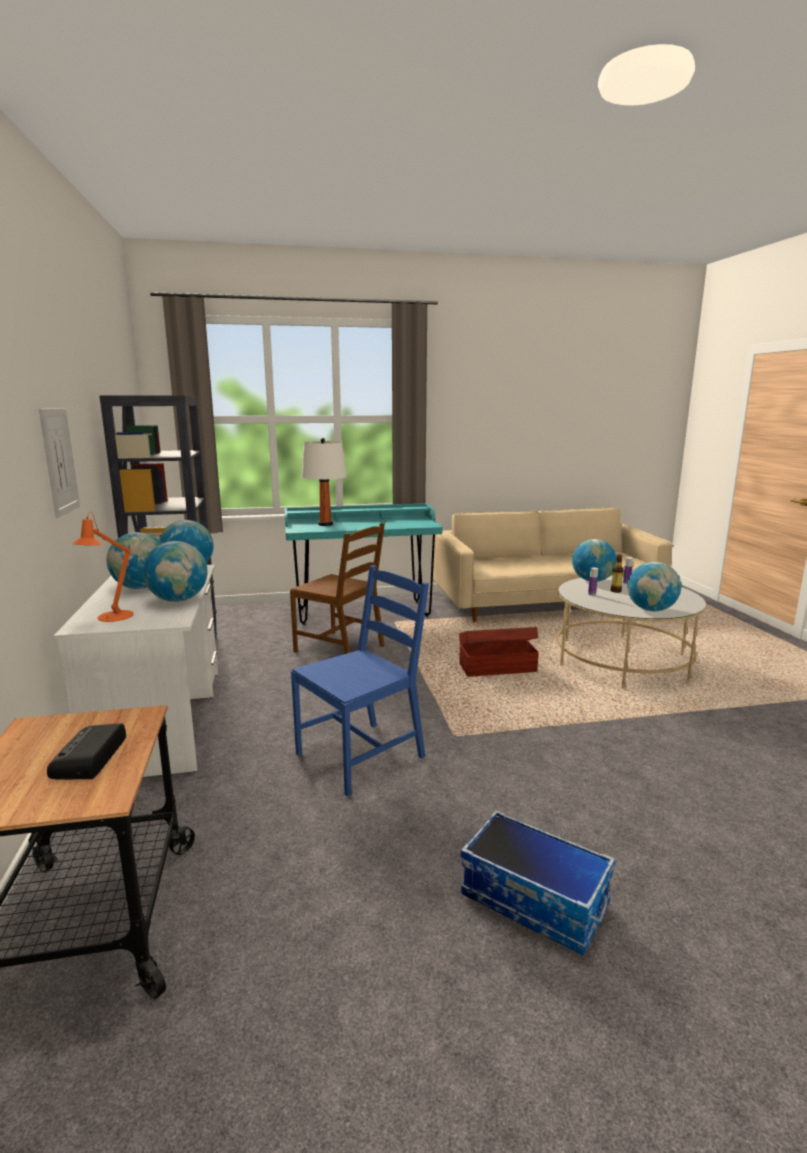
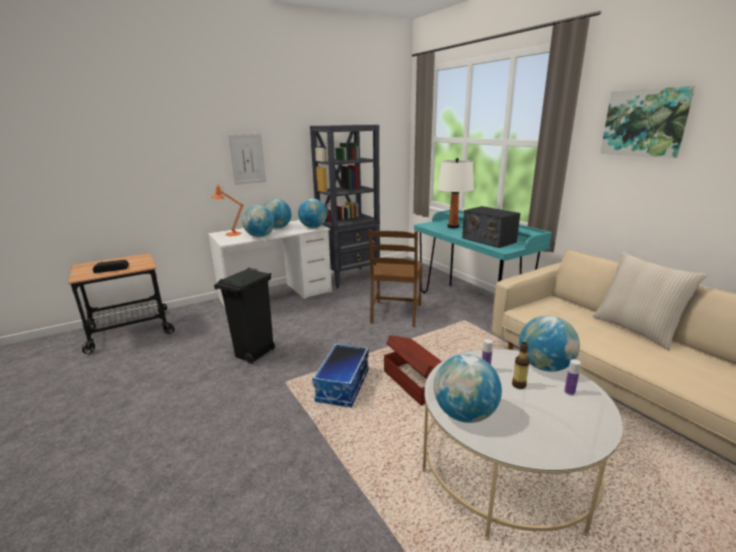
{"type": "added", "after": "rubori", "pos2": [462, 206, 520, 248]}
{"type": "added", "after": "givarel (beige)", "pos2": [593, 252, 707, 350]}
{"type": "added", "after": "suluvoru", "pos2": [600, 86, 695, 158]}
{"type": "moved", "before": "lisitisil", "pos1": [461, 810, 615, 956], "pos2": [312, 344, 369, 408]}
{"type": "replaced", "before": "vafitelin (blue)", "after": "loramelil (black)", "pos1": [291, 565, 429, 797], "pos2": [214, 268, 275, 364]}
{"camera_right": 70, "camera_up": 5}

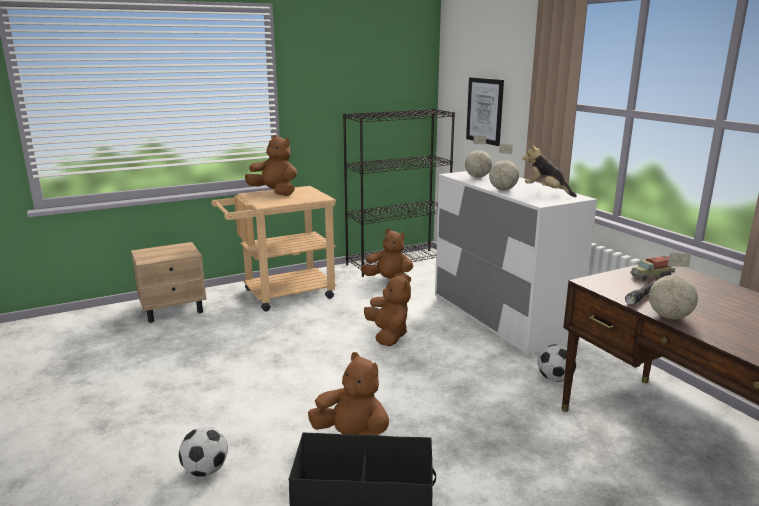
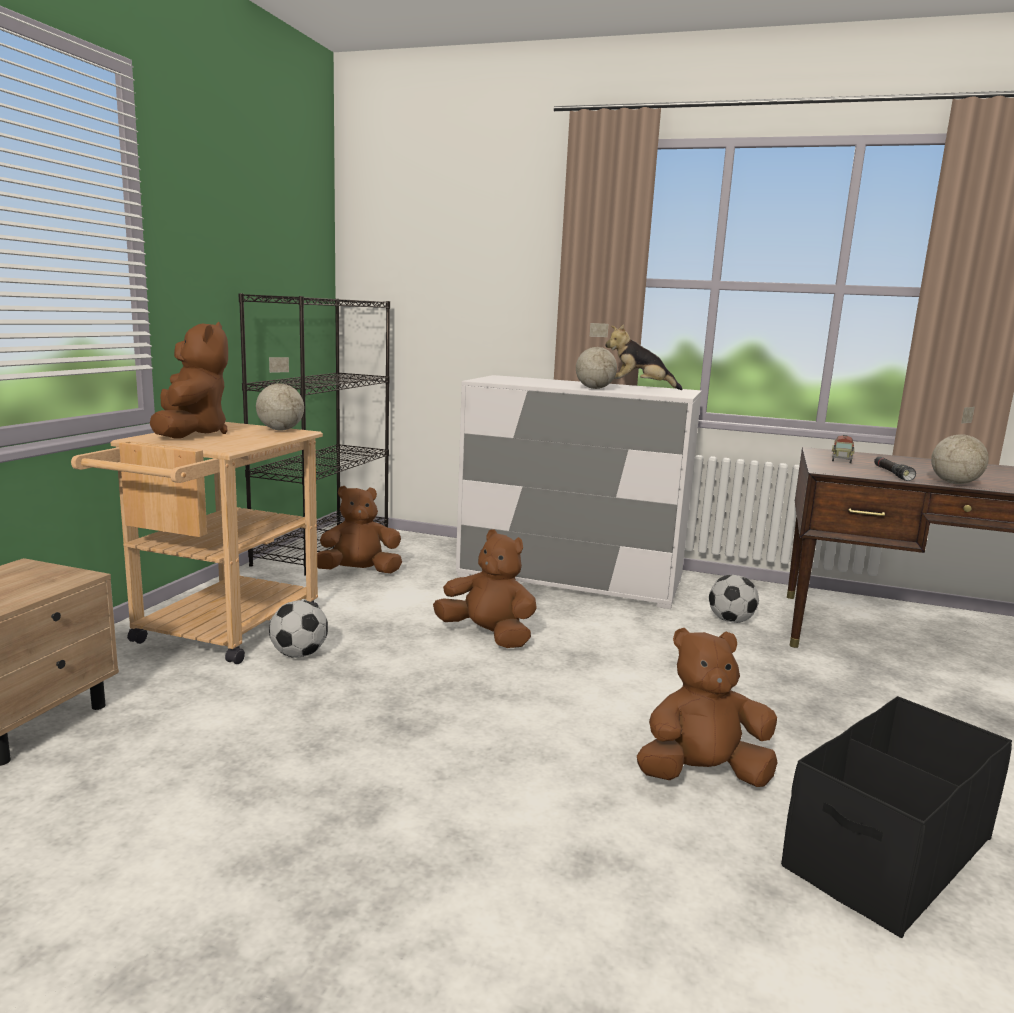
{"type": "removed", "before": "suluvoru", "pos1": [466, 77, 504, 146]}
{"type": "moved", "before": "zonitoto", "pos1": [179, 427, 228, 477], "pos2": [269, 600, 328, 658]}
{"type": "moved", "before": "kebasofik", "pos1": [465, 135, 492, 178], "pos2": [256, 357, 304, 430]}
{"type": "turned", "before": "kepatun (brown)", "pos1": [245, 135, 297, 196], "pos2": [150, 322, 228, 438], "turn": 90}
{"camera_right": -45, "camera_up": -5}

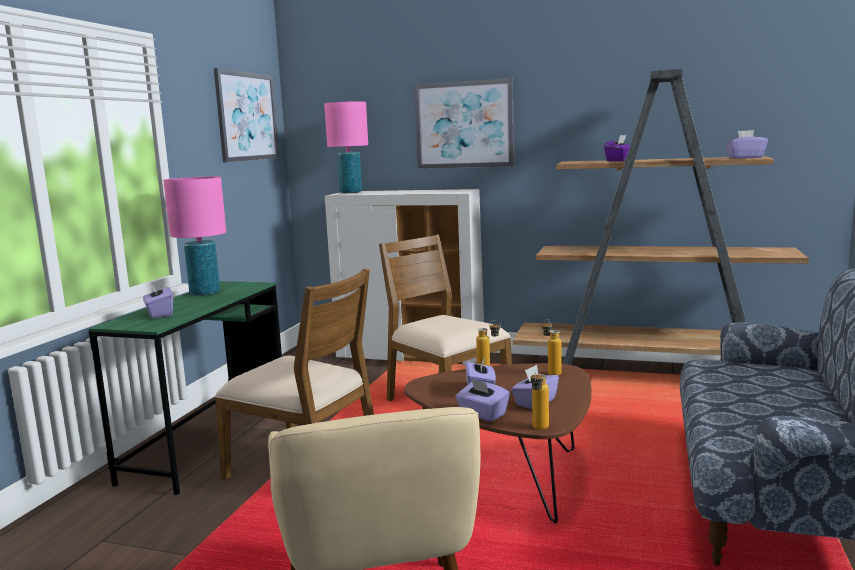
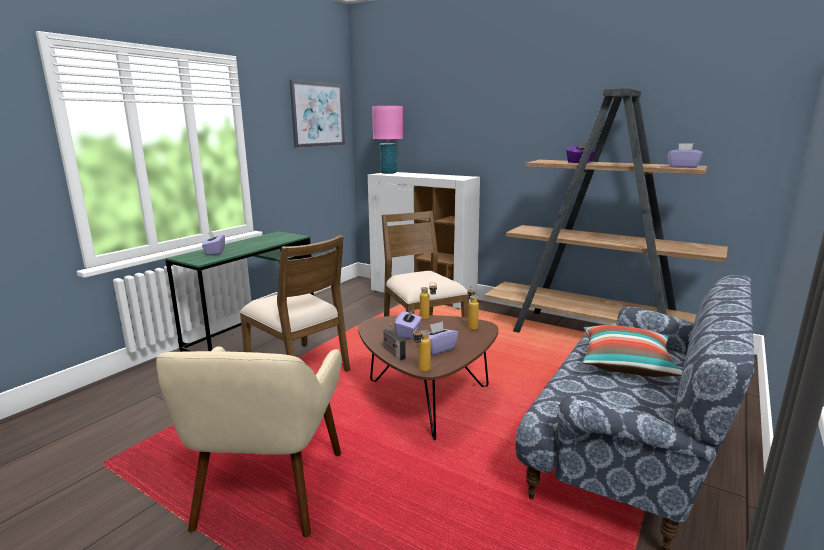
{"type": "removed", "before": "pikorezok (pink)", "pos1": [163, 176, 226, 296]}
{"type": "removed", "before": "suluvoru", "pos1": [414, 78, 514, 169]}
{"type": "added", "after": "givarel", "pos2": [583, 325, 682, 377]}
{"type": "replaced", "before": "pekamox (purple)", "after": "rubori", "pos1": [455, 378, 510, 422], "pos2": [383, 323, 406, 360]}
{"camera_right": 15, "camera_up": 5}

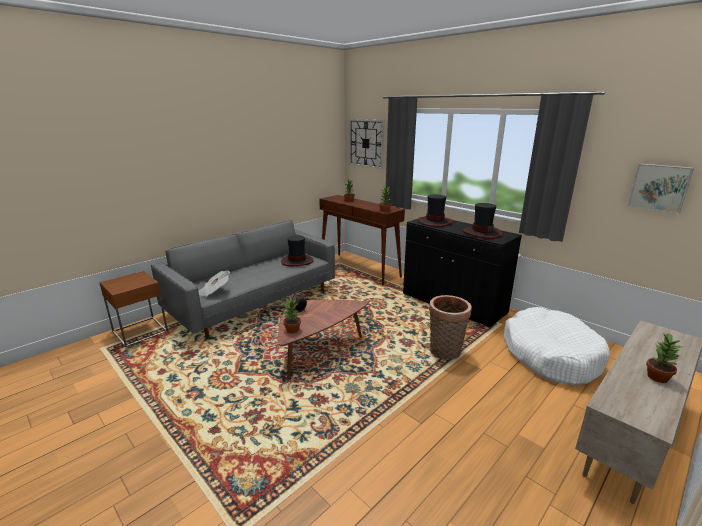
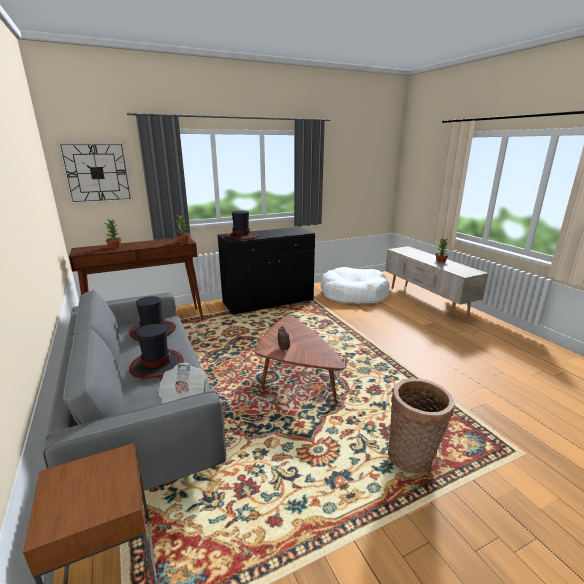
{"type": "removed", "before": "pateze", "pos1": [283, 298, 301, 333]}
{"type": "removed", "before": "suluvoru", "pos1": [627, 164, 694, 213]}
{"type": "moved", "before": "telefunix", "pos1": [429, 295, 472, 360], "pos2": [388, 378, 455, 474]}
{"type": "moved", "before": "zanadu", "pos1": [463, 203, 502, 239], "pos2": [129, 324, 184, 378]}
{"camera_right": -70, "camera_up": 0}

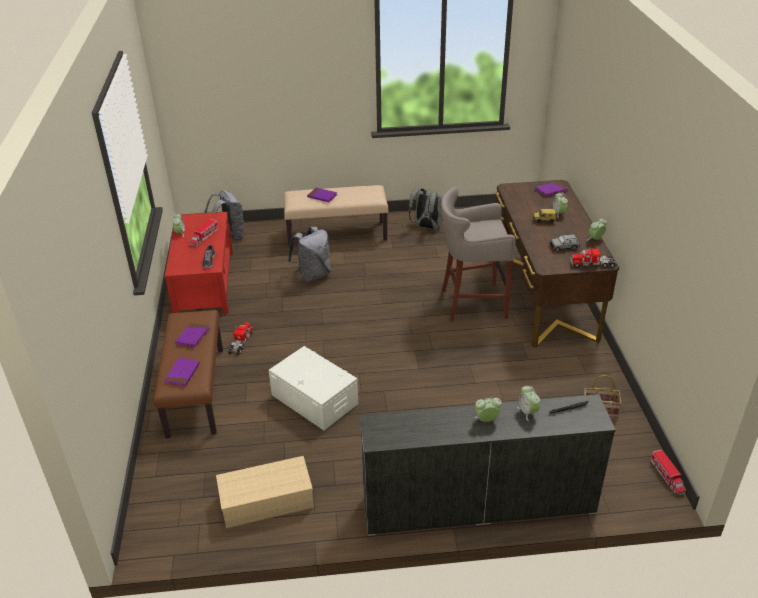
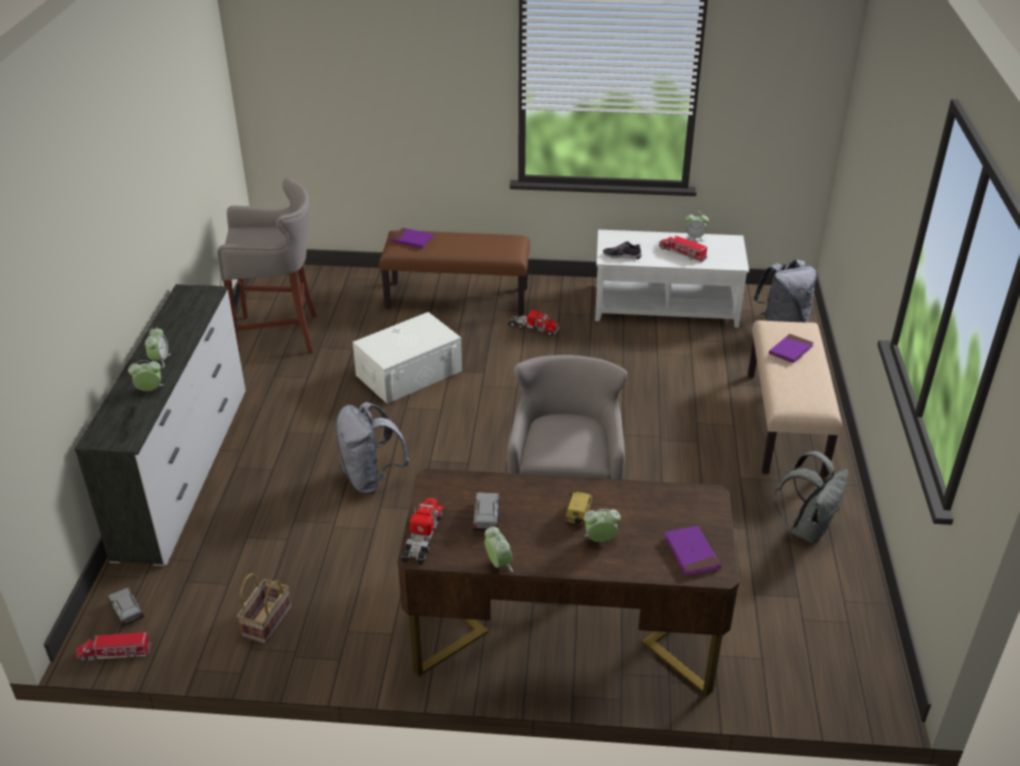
{"type": "removed", "before": "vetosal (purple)", "pos1": [175, 323, 210, 347]}
{"type": "added", "after": "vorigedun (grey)", "pos2": [108, 587, 144, 627]}
{"type": "moved", "before": "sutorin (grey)", "pos1": [288, 227, 331, 282], "pos2": [335, 402, 409, 494]}
{"type": "replaced", "before": "lisitisil (beige)", "after": "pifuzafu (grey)", "pos1": [216, 456, 314, 528], "pos2": [217, 178, 316, 359]}
{"type": "recoloured", "before": "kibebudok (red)", "after": "kibebudok (white)", "pos1": [165, 212, 233, 314], "pos2": [595, 230, 749, 328]}
{"camera_right": 100, "camera_up": 0}

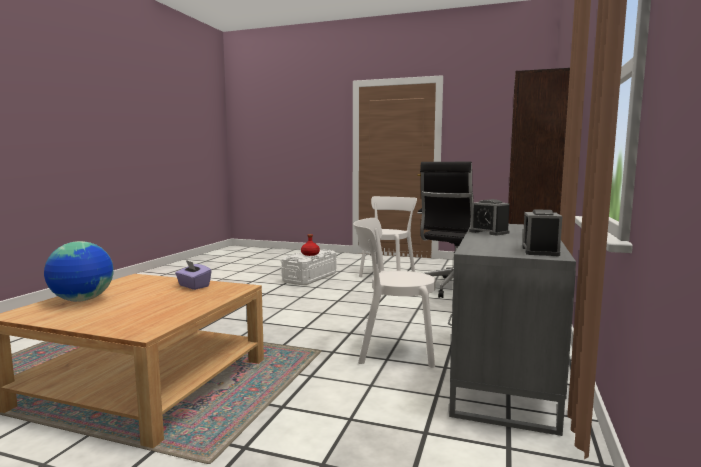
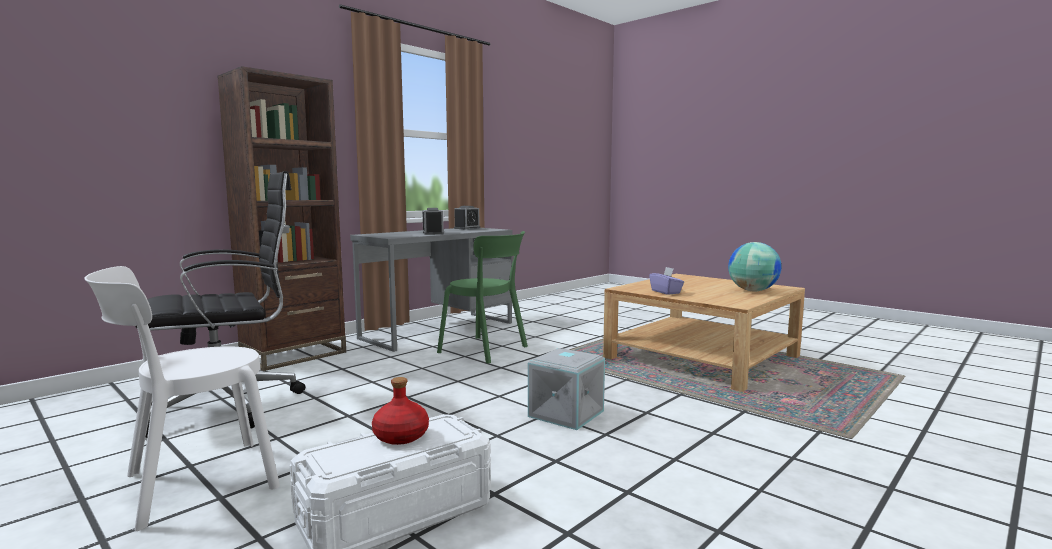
{"type": "added", "after": "lisitisil (grey)", "pos2": [528, 348, 605, 430]}
{"type": "recoloured", "before": "vafitelin (white)", "after": "vafitelin (green)", "pos1": [353, 218, 436, 368], "pos2": [437, 231, 528, 363]}
{"camera_right": -155, "camera_up": 0}

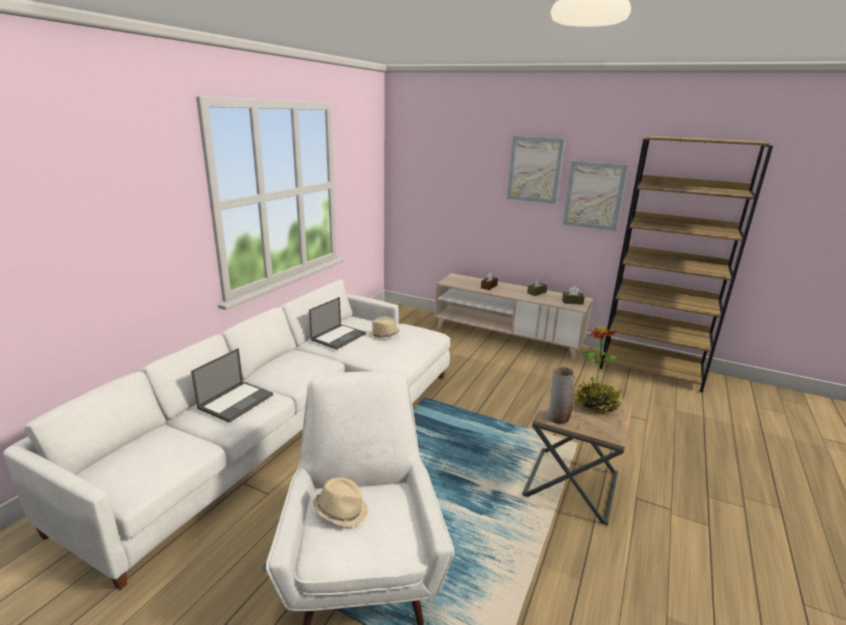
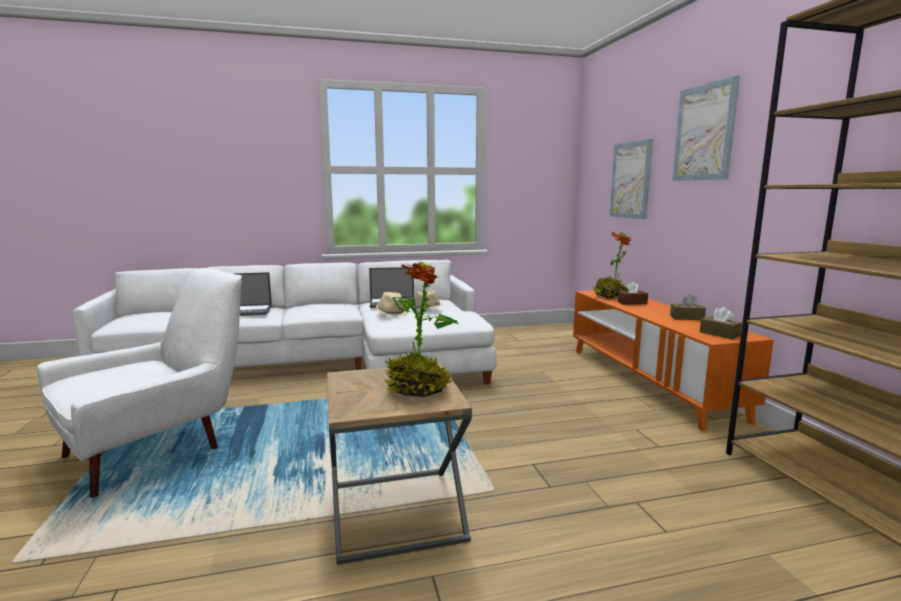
{"type": "removed", "before": "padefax", "pos1": [547, 366, 575, 424]}
{"type": "added", "after": "pateze", "pos2": [593, 231, 632, 298]}
{"type": "moved", "before": "zanadu (beige)", "pos1": [313, 478, 368, 527], "pos2": [376, 292, 408, 316]}
{"type": "moved", "before": "suluvoru", "pos1": [563, 161, 628, 231], "pos2": [610, 139, 653, 219]}
{"type": "recoloured", "before": "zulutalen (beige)", "after": "zulutalen (orange)", "pos1": [434, 273, 593, 360], "pos2": [573, 290, 774, 431]}
{"camera_right": 50, "camera_up": -10}

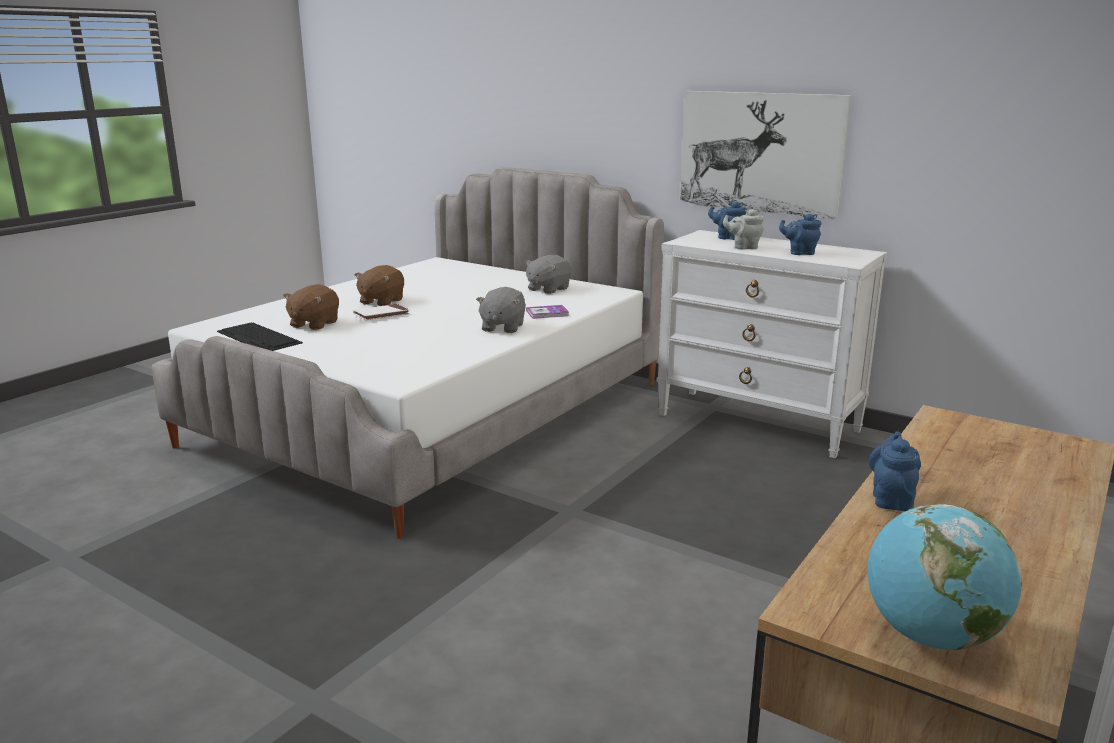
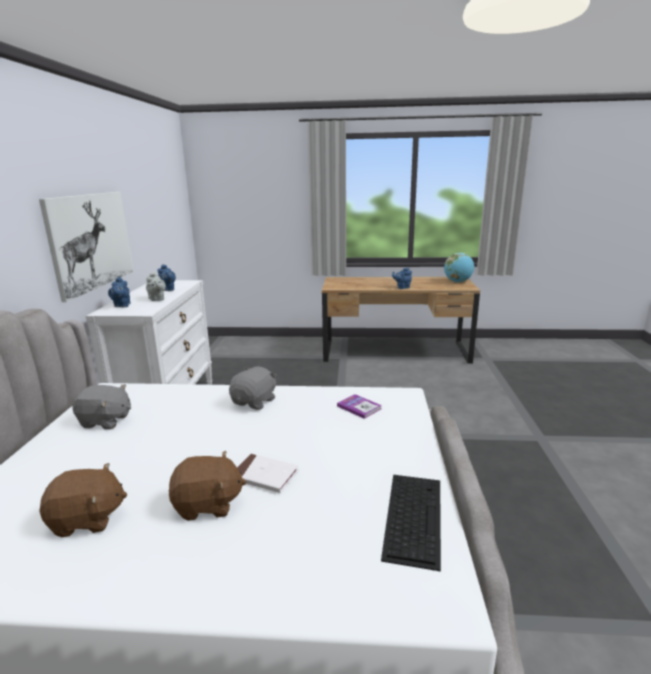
{"type": "moved", "before": "kepatun (brown)", "pos1": [283, 284, 339, 330], "pos2": [39, 463, 127, 537]}
{"type": "moved", "before": "vetosal", "pos1": [526, 305, 569, 319], "pos2": [337, 394, 382, 419]}
{"type": "turned", "before": "kepatun (grey)", "pos1": [476, 287, 526, 333], "pos2": [229, 366, 277, 410], "turn": -45}
{"camera_right": -120, "camera_up": 0}

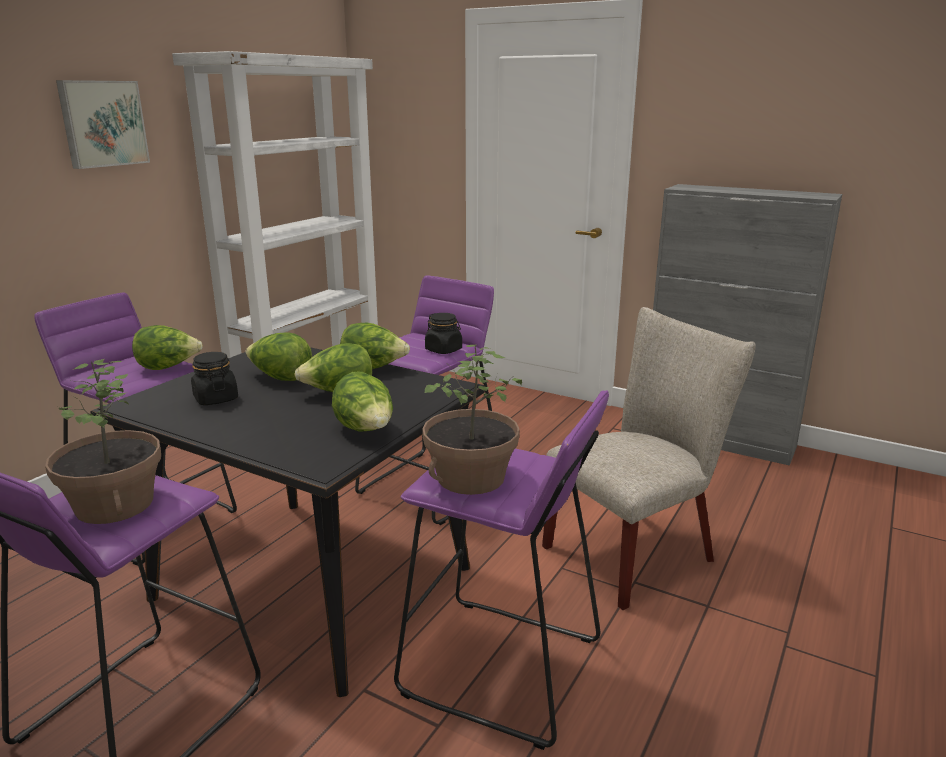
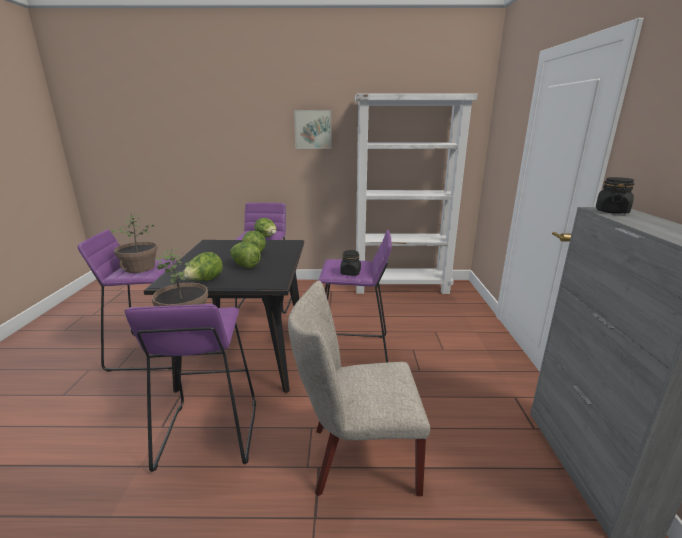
{"type": "removed", "before": "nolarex", "pos1": [340, 322, 410, 369]}
{"type": "moved", "before": "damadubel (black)", "pos1": [191, 352, 238, 405], "pos2": [596, 177, 635, 214]}
{"type": "turned", "before": "vafitelin (beige)", "pos1": [542, 307, 756, 610], "pos2": [288, 281, 430, 496], "turn": 150}
{"camera_right": 60, "camera_up": 0}

